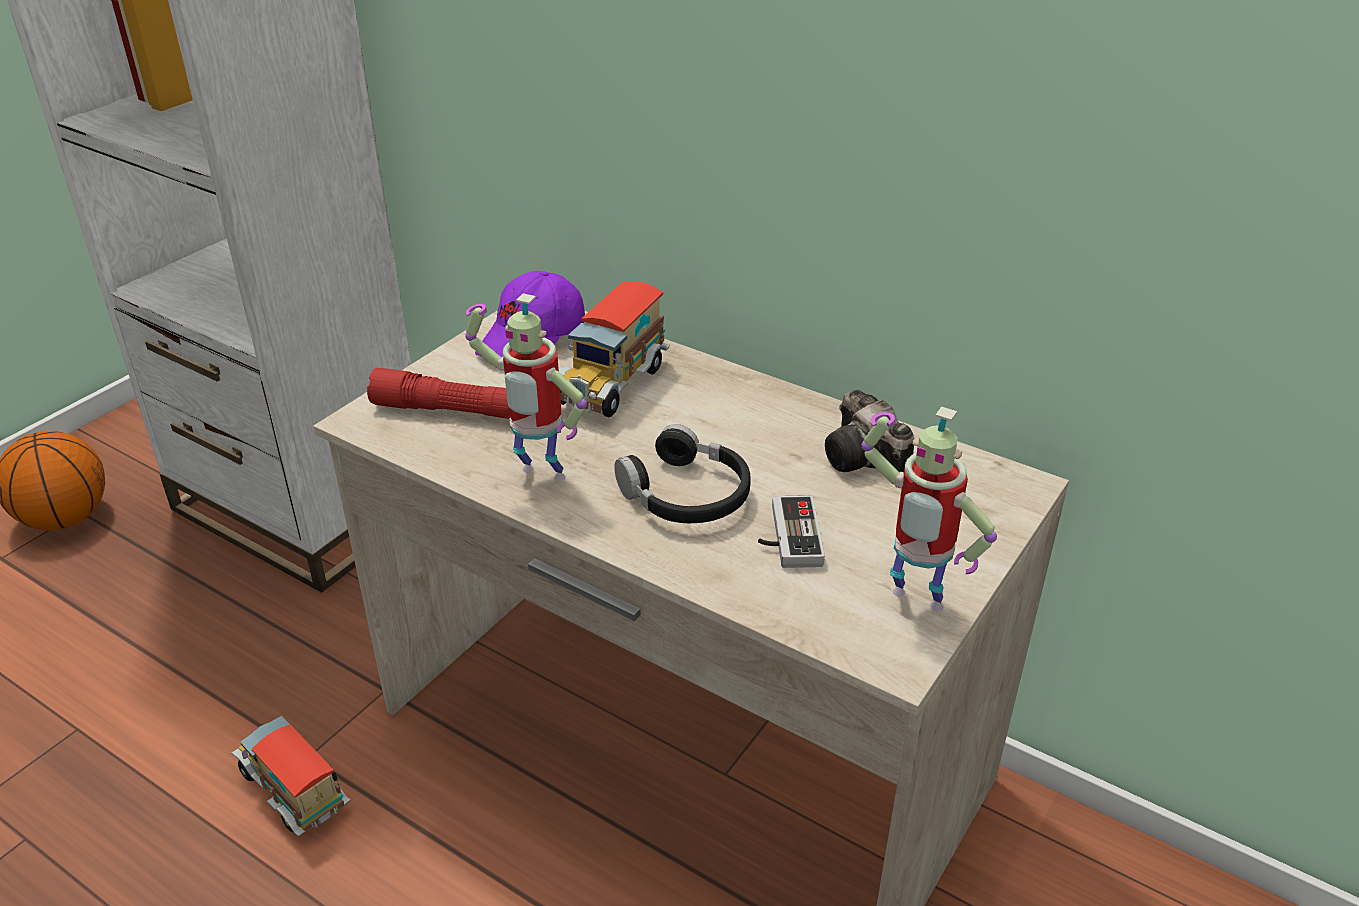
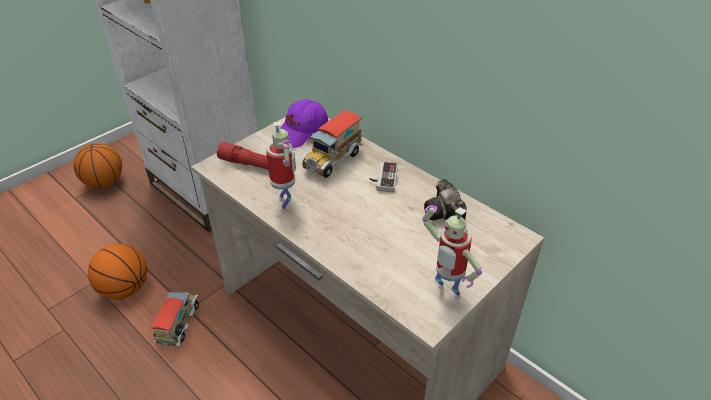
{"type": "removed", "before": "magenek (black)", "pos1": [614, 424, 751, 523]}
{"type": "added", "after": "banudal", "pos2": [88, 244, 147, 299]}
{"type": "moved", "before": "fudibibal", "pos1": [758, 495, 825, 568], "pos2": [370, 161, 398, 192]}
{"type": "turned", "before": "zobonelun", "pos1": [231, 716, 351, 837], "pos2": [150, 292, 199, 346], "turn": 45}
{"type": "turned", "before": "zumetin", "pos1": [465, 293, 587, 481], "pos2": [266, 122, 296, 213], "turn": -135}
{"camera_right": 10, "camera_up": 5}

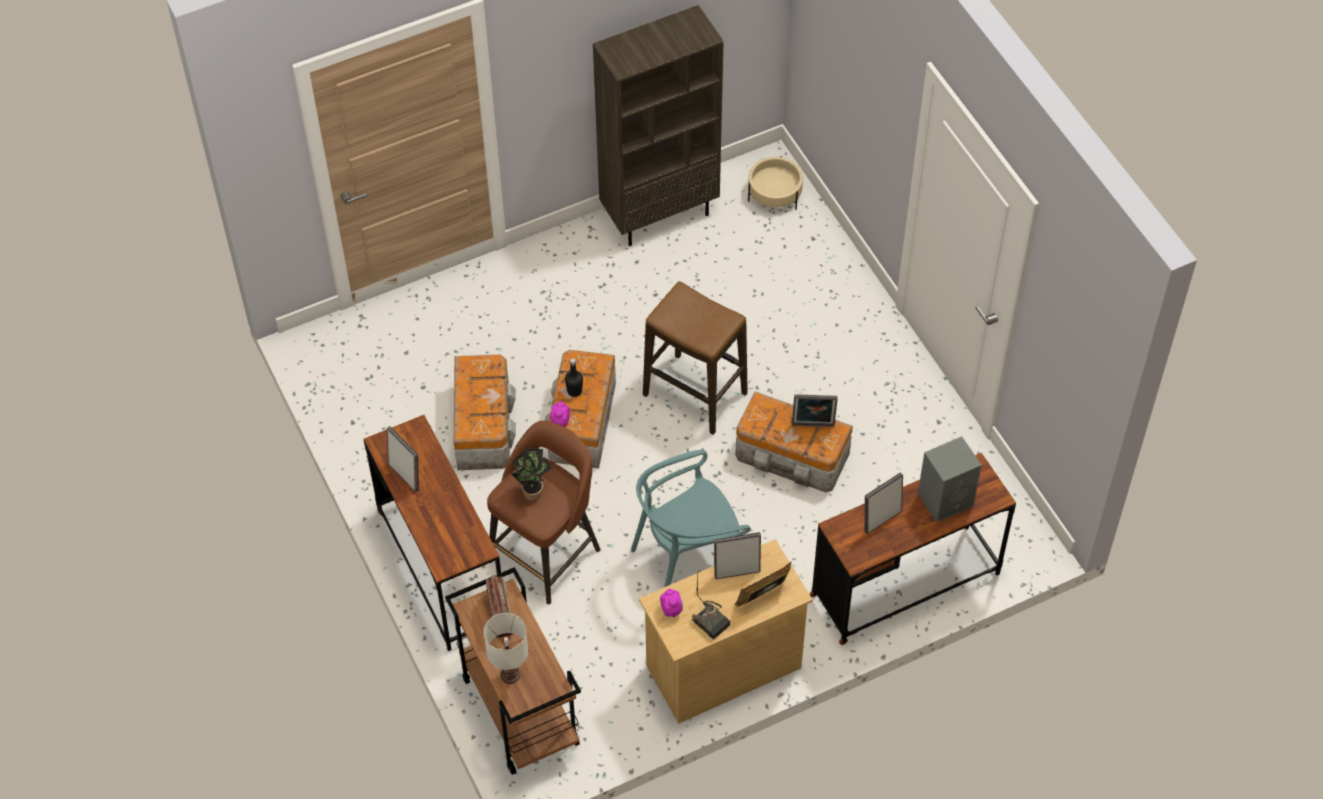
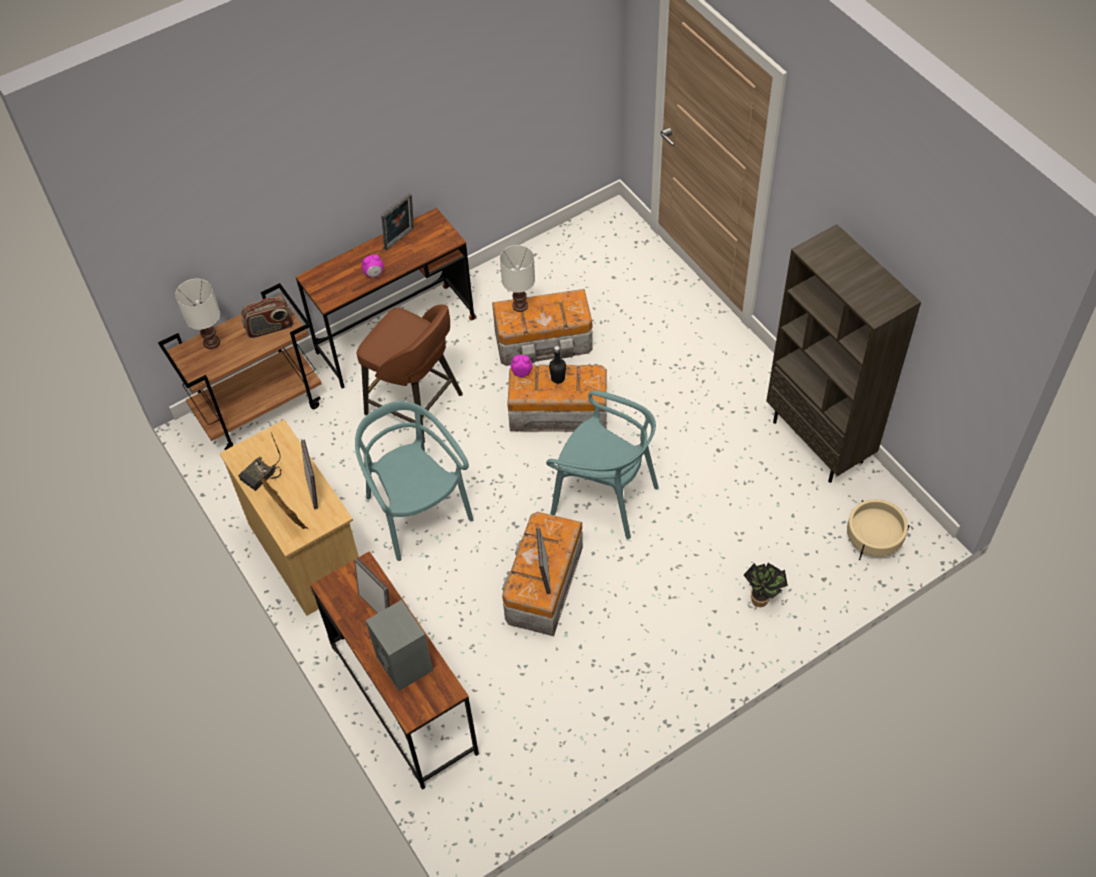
{"type": "added", "after": "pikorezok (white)", "pos2": [500, 245, 535, 312]}
{"type": "moved", "before": "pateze", "pos1": [510, 448, 552, 501], "pos2": [744, 563, 788, 607]}
{"type": "moved", "before": "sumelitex", "pos1": [660, 589, 683, 618], "pos2": [362, 254, 384, 278]}
{"type": "replaced", "before": "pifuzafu", "after": "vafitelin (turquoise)", "pos1": [643, 281, 748, 435], "pos2": [546, 390, 659, 539]}
{"camera_right": 85, "camera_up": 0}

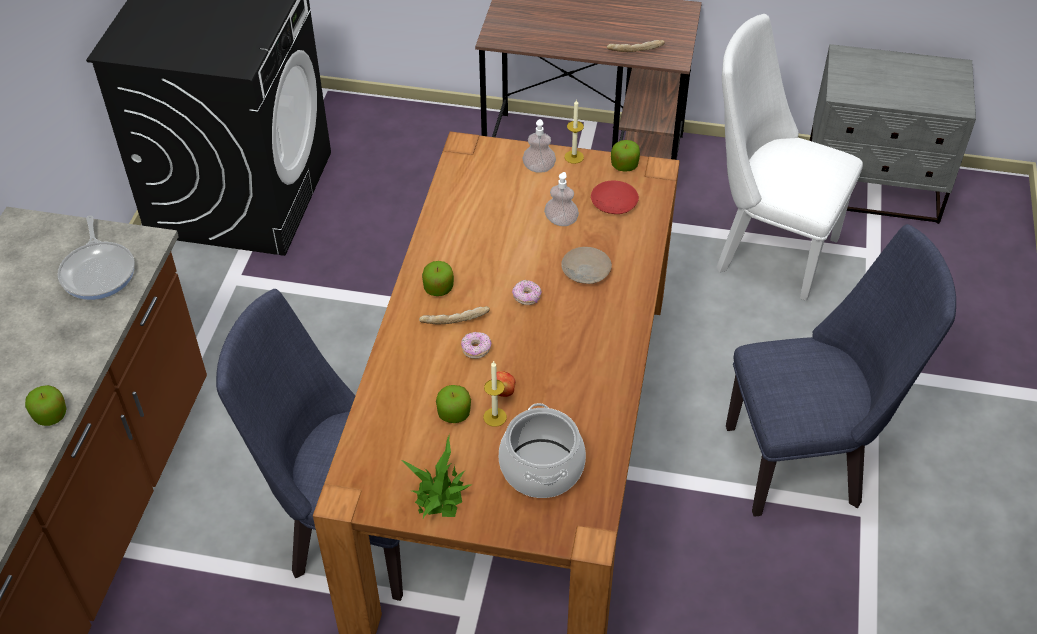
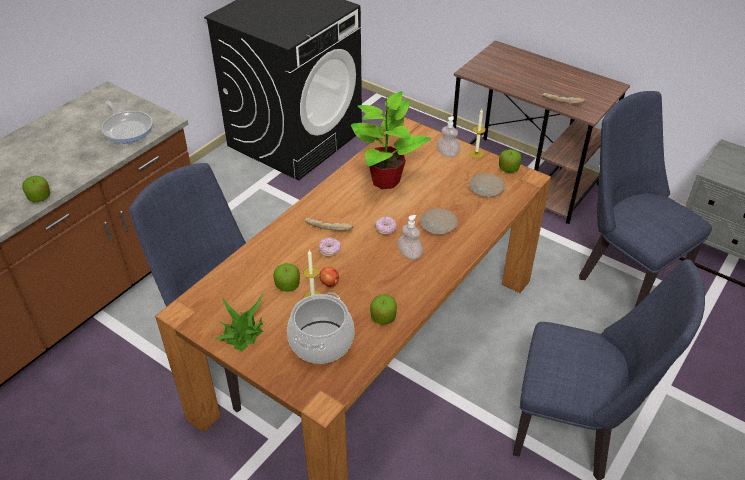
{"type": "added", "after": "pateze", "pos2": [351, 91, 432, 189]}
{"type": "moved", "before": "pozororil", "pos1": [422, 261, 454, 296], "pos2": [370, 294, 397, 325]}
{"type": "moved", "before": "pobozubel", "pos1": [544, 172, 579, 226], "pos2": [398, 215, 423, 259]}
{"type": "recoloured", "before": "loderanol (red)", "after": "loderanol (beige)", "pos1": [591, 181, 639, 214], "pos2": [469, 173, 505, 197]}
{"type": "recoloured", "before": "vafitelin (white)", "after": "vafitelin (blue)", "pos1": [717, 14, 863, 301], "pos2": [579, 91, 712, 307]}
{"type": "turned", "before": "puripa", "pos1": [57, 215, 135, 300], "pos2": [101, 101, 153, 143], "turn": -45}
{"camera_right": 25, "camera_up": -5}

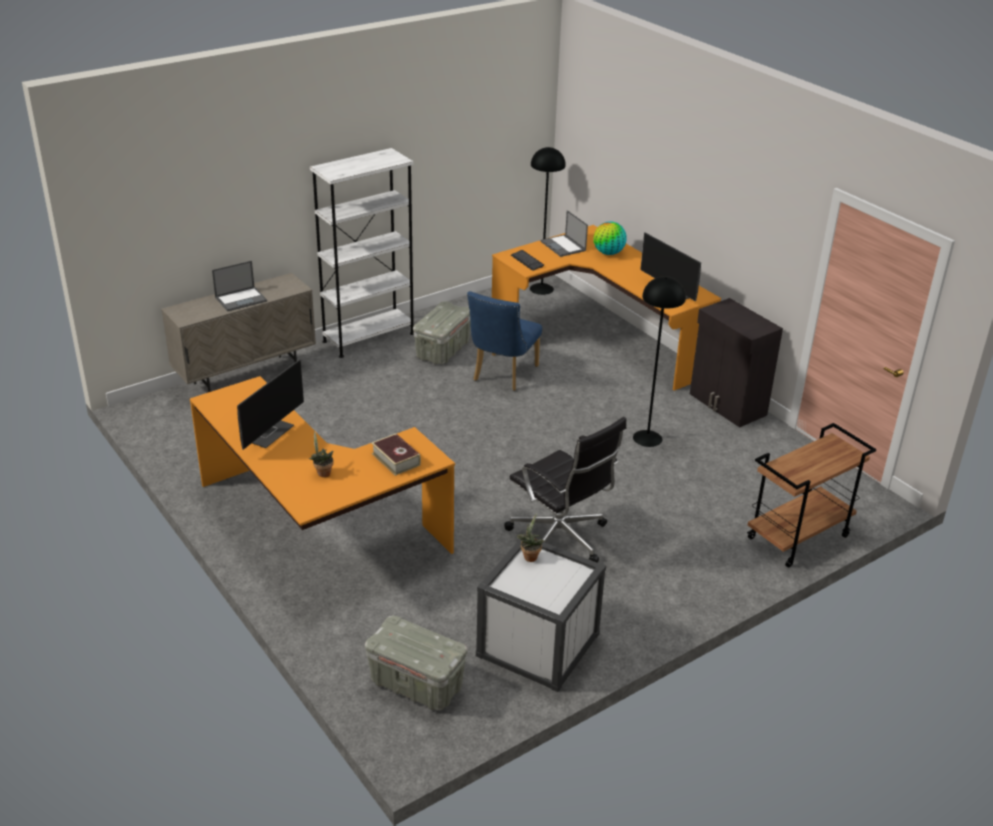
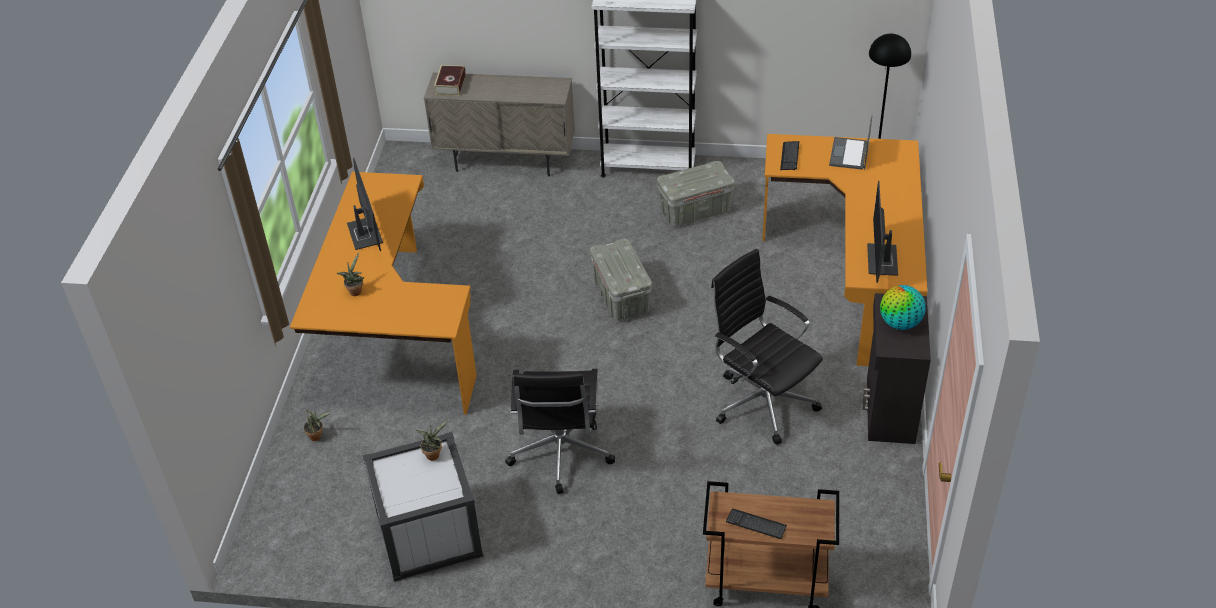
{"type": "removed", "before": "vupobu", "pos1": [212, 261, 267, 312]}
{"type": "removed", "before": "vafitelin (blue)", "pos1": [467, 291, 542, 391]}
{"type": "added", "after": "pateze", "pos2": [304, 409, 331, 441]}
{"type": "added", "after": "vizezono", "pos2": [726, 508, 787, 539]}
{"type": "moved", "before": "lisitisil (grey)", "pos1": [365, 616, 468, 711], "pos2": [590, 239, 652, 320]}
{"type": "moved", "before": "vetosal", "pos1": [371, 433, 421, 476], "pos2": [434, 65, 466, 96]}
{"type": "moved", "before": "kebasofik", "pos1": [593, 221, 627, 255], "pos2": [880, 285, 926, 330]}
{"type": "replaced", "before": "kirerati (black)", "after": "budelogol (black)", "pos1": [633, 276, 686, 447], "pos2": [711, 249, 823, 445]}
{"type": "turned", "before": "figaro", "pos1": [237, 359, 304, 450], "pos2": [347, 158, 383, 251], "turn": -90}
{"camera_right": 45, "camera_up": 10}

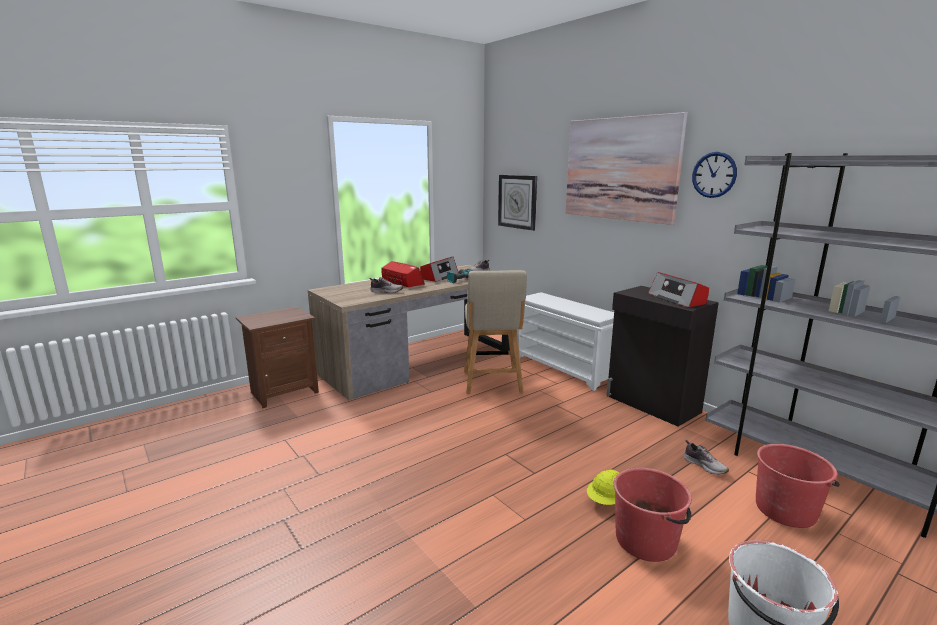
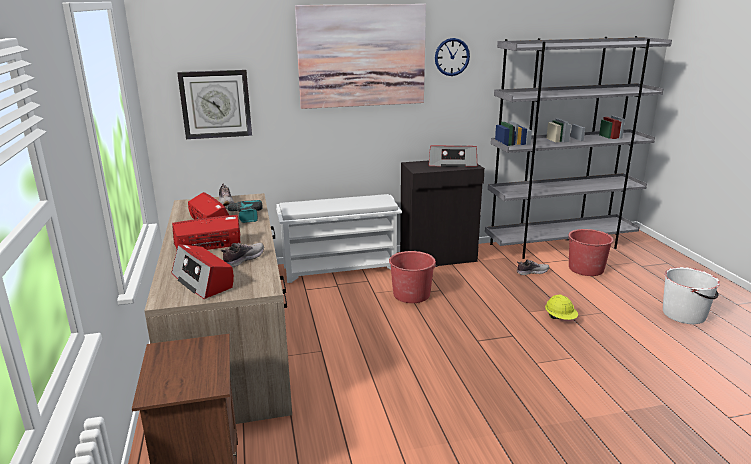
{"type": "removed", "before": "vafitelin (beige)", "pos1": [464, 270, 527, 394]}
{"type": "added", "after": "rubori", "pos2": [171, 244, 234, 299]}
{"type": "moved", "before": "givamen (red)", "pos1": [614, 468, 692, 562], "pos2": [389, 251, 438, 303]}
{"camera_right": -65, "camera_up": 5}

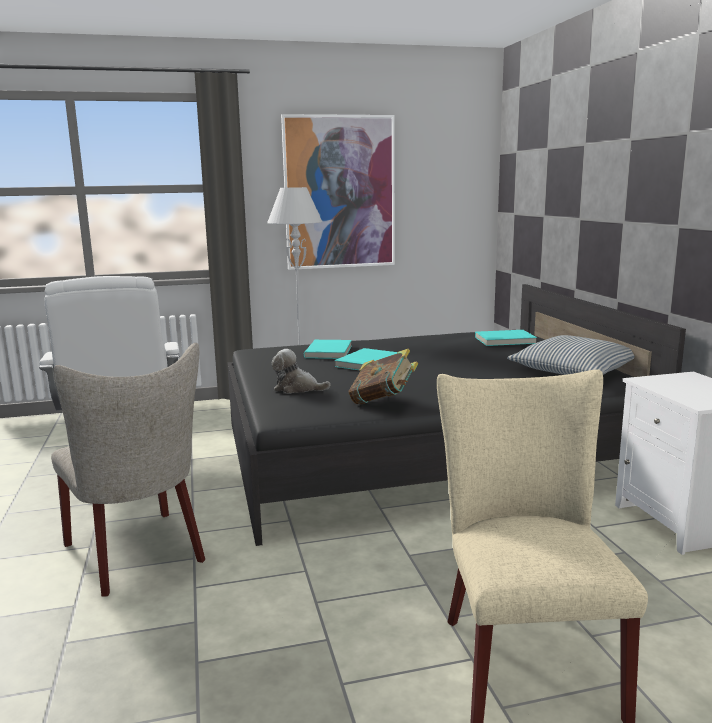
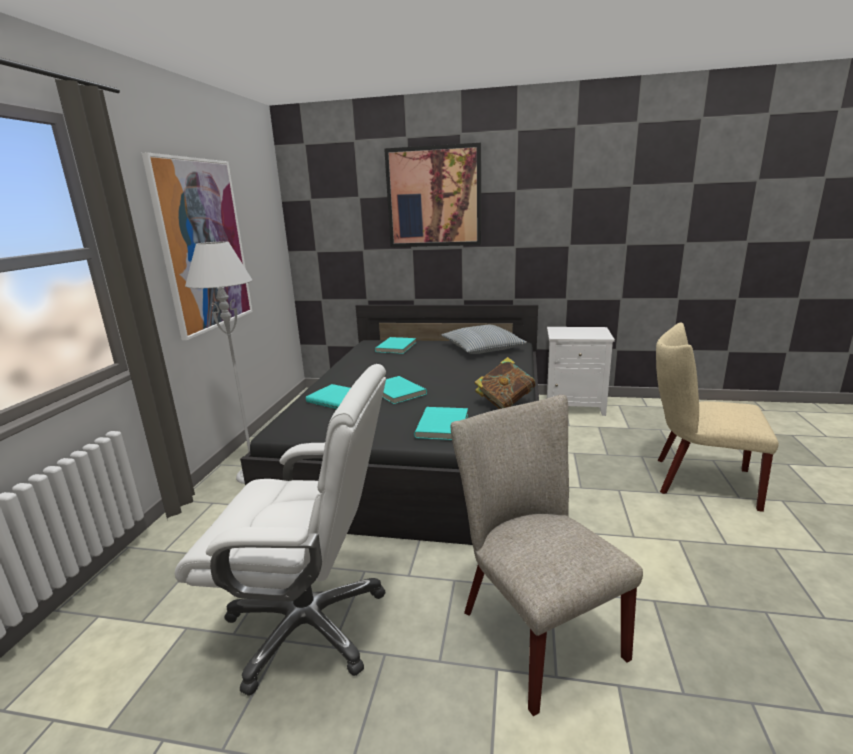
{"type": "added", "after": "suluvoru", "pos2": [384, 143, 481, 247]}
{"type": "replaced", "before": "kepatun", "after": "vetosal (turquoise)", "pos1": [272, 349, 331, 393], "pos2": [414, 407, 468, 440]}
{"type": "turned", "before": "vafitelin (beige)", "pos1": [51, 343, 205, 596], "pos2": [451, 395, 643, 716], "turn": -105}
{"camera_right": -65, "camera_up": 5}

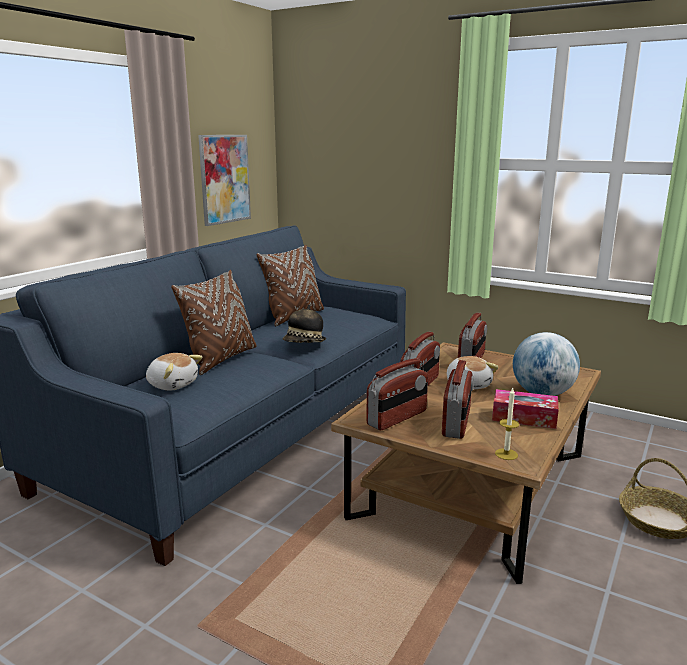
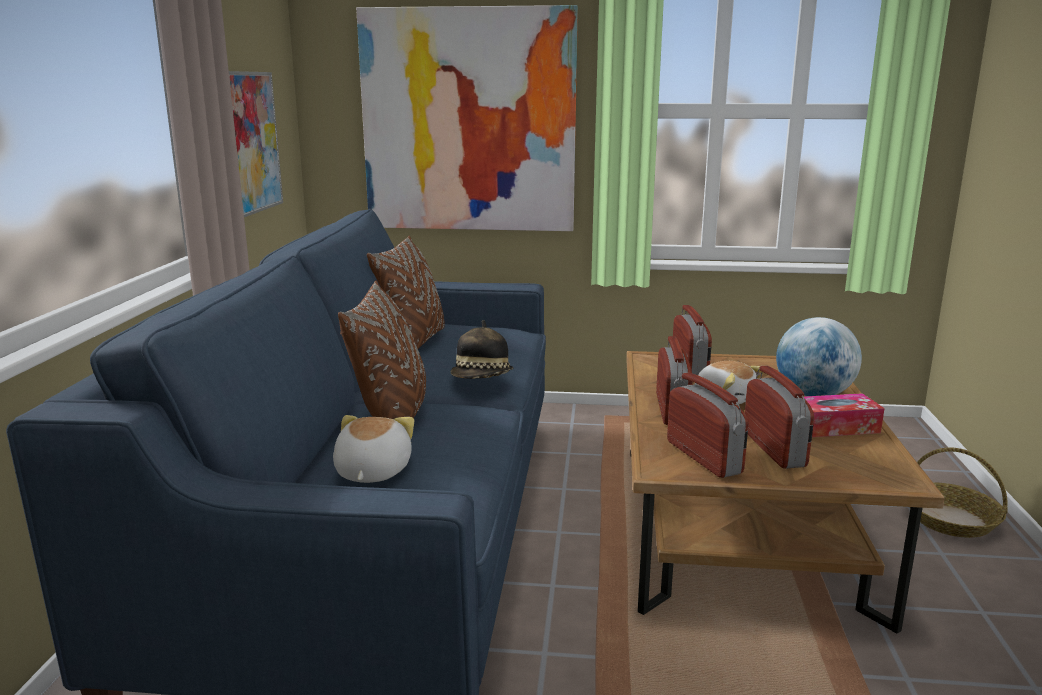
{"type": "removed", "before": "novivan", "pos1": [495, 388, 519, 460]}
{"type": "added", "after": "suluvoru", "pos2": [356, 5, 578, 231]}
{"type": "turned", "before": "kepatun", "pos1": [146, 353, 202, 390], "pos2": [333, 415, 414, 483], "turn": -90}
{"type": "turned", "before": "rubori", "pos1": [366, 358, 428, 431], "pos2": [667, 372, 749, 478], "turn": -45}
{"camera_right": -25, "camera_up": 0}

